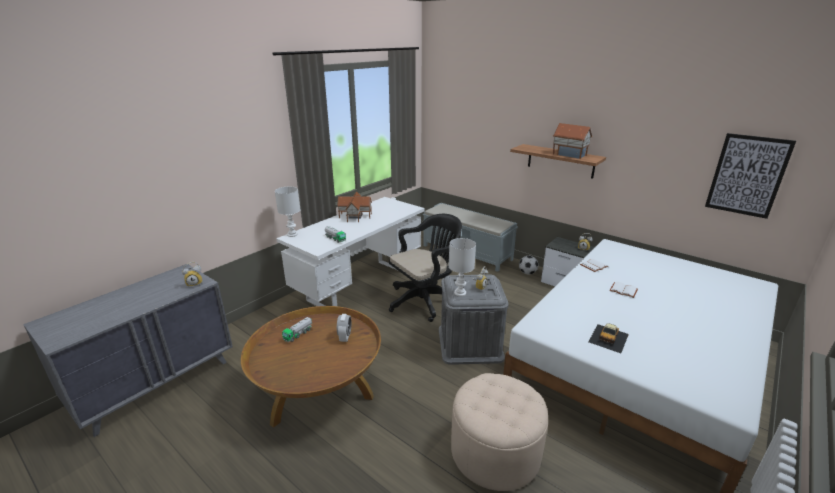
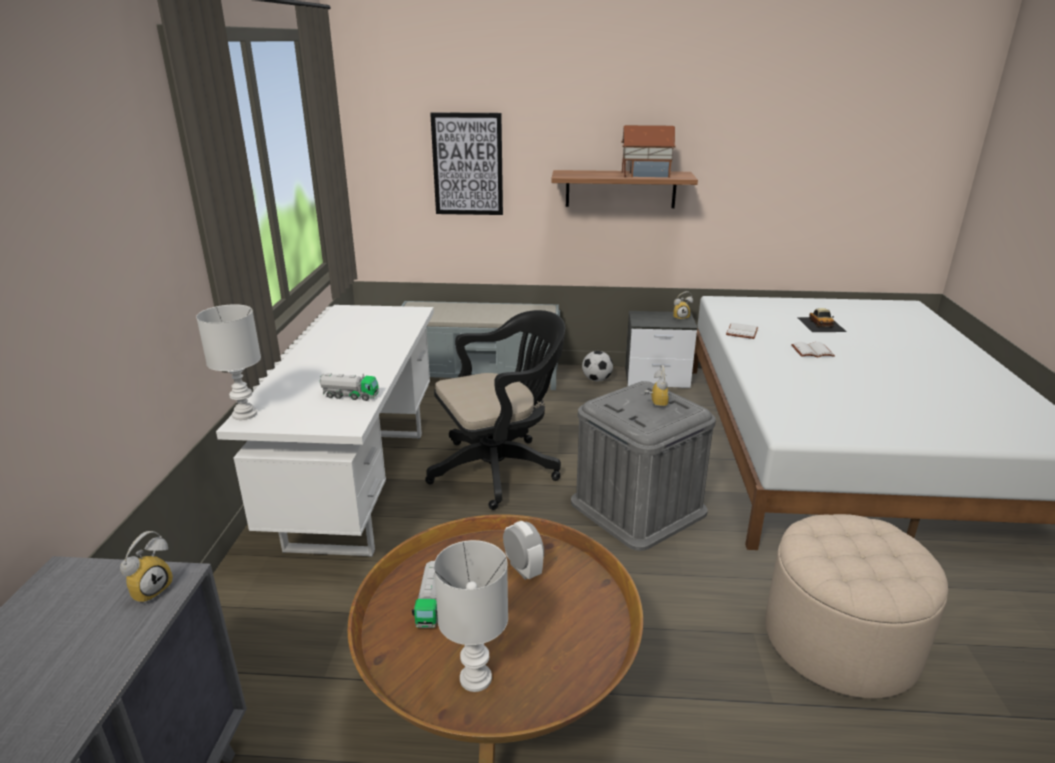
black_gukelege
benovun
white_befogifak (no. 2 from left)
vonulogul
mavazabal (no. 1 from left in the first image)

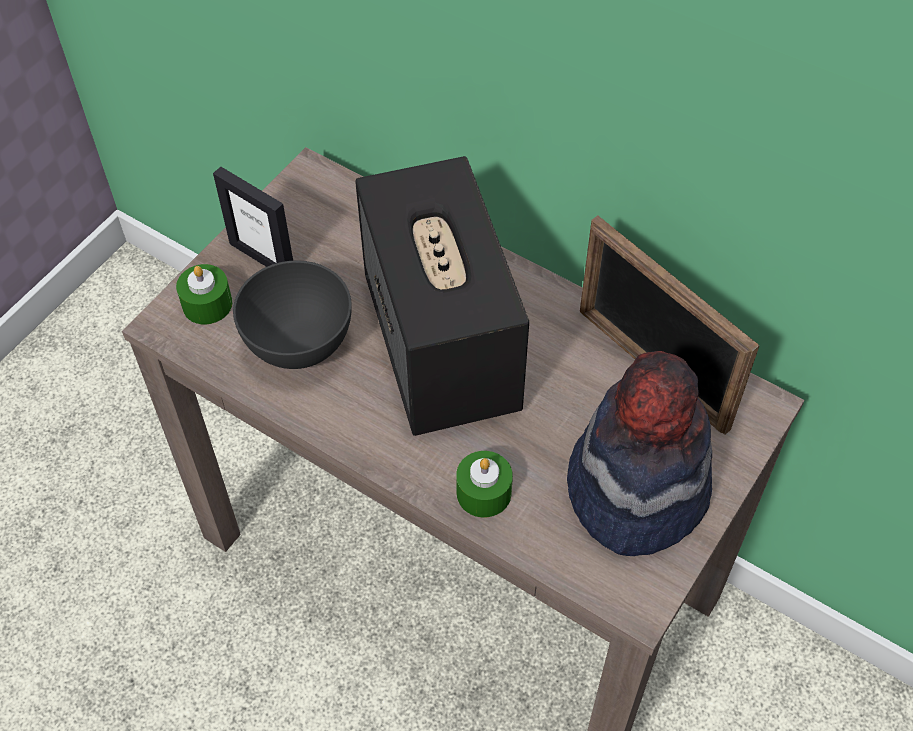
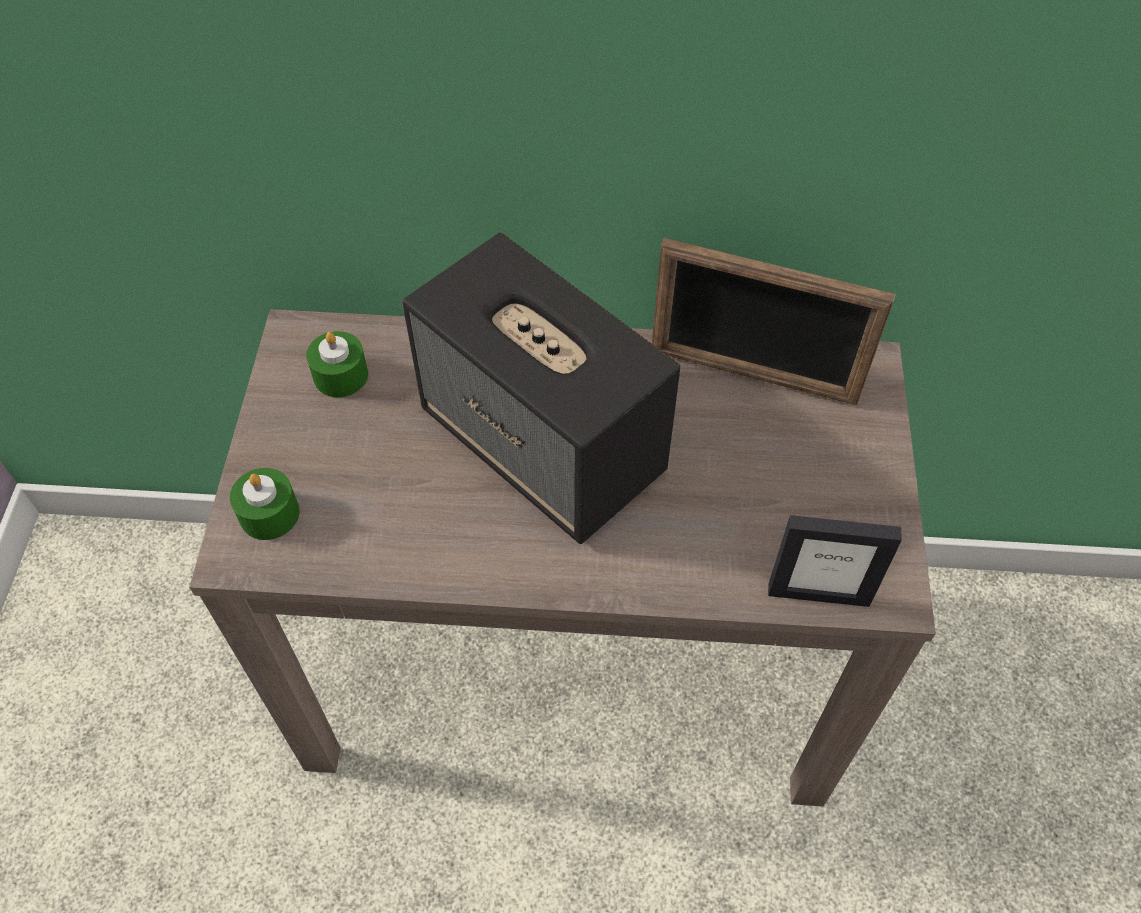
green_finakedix (no. 2 from left)
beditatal (no. 2 from left)
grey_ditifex
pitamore

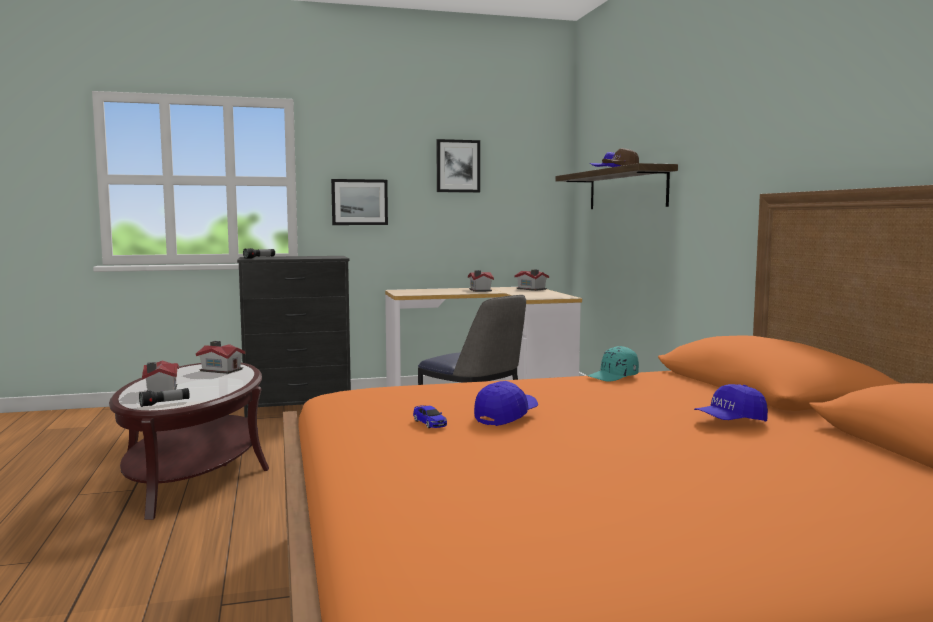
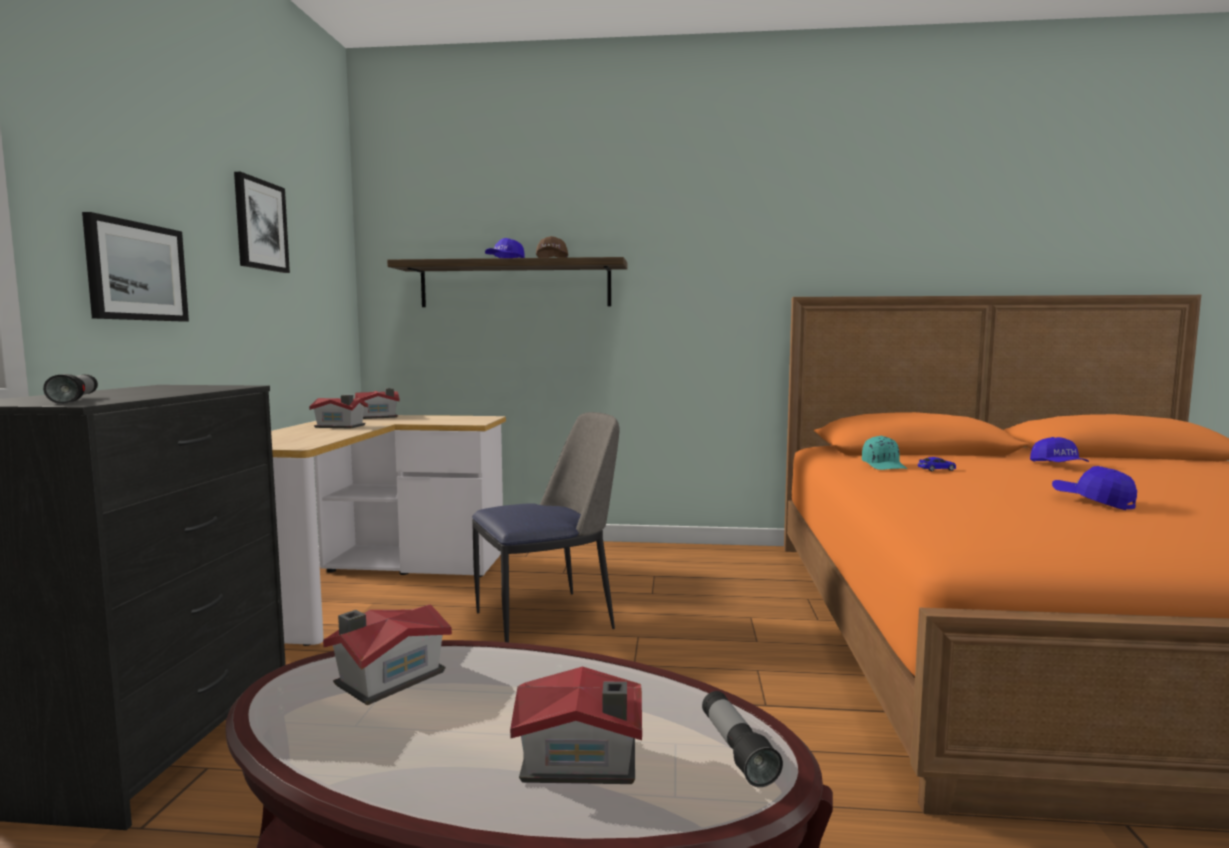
vonulogul

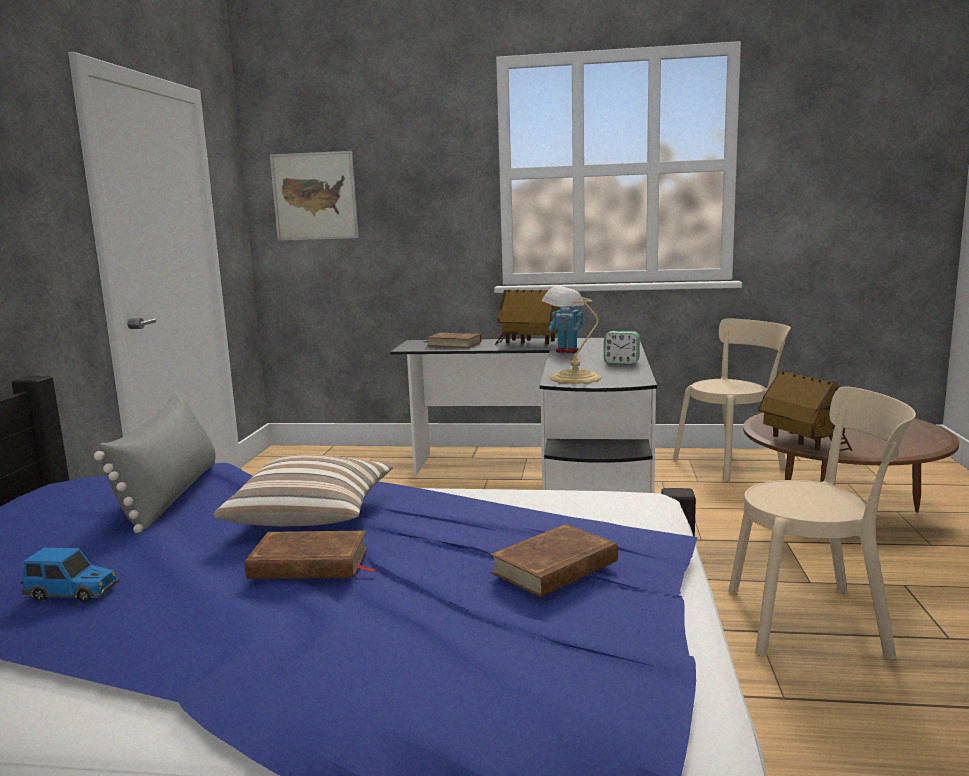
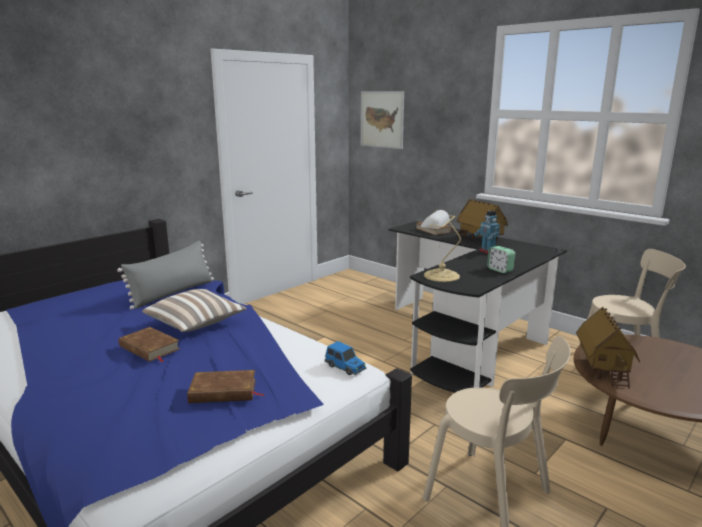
vonulogul

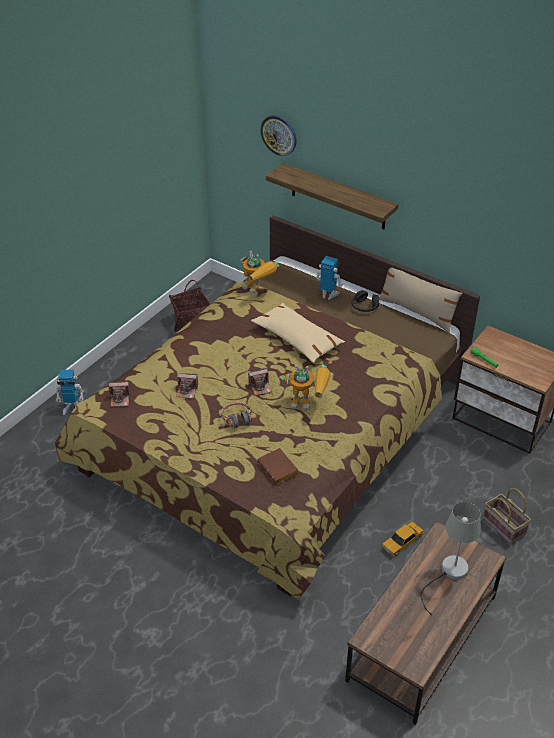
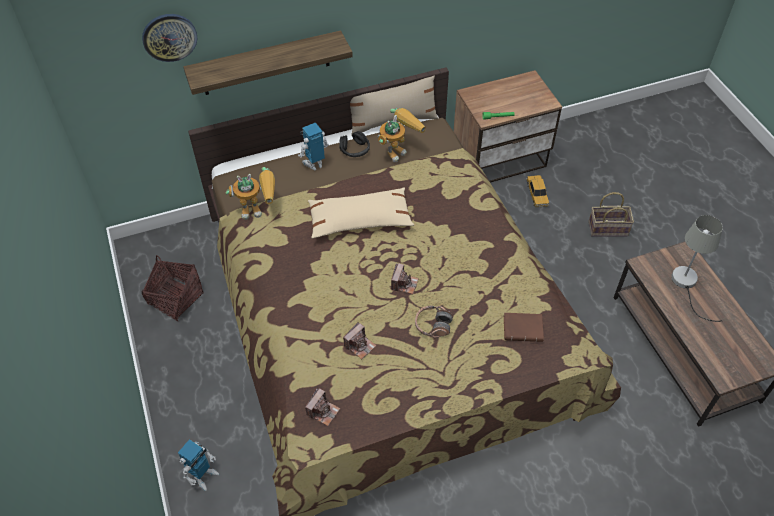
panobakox (no. 4 from left)
vonulogul

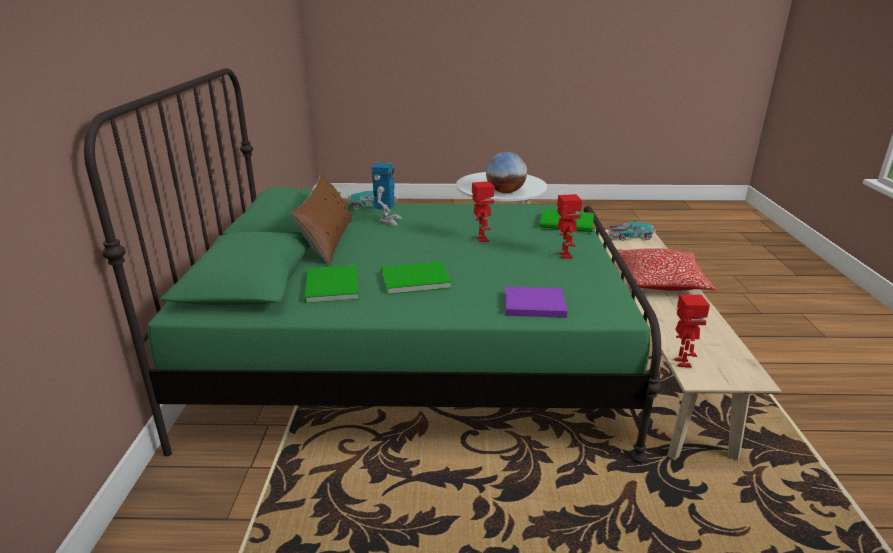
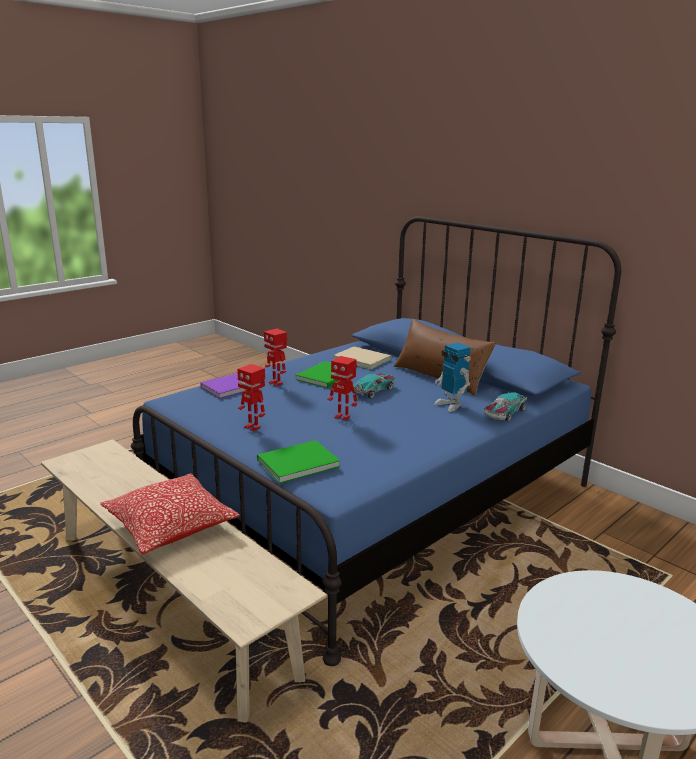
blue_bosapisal
panobakox (no. 2 from left)
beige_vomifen
vonulogul (no. 1 from left)
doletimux

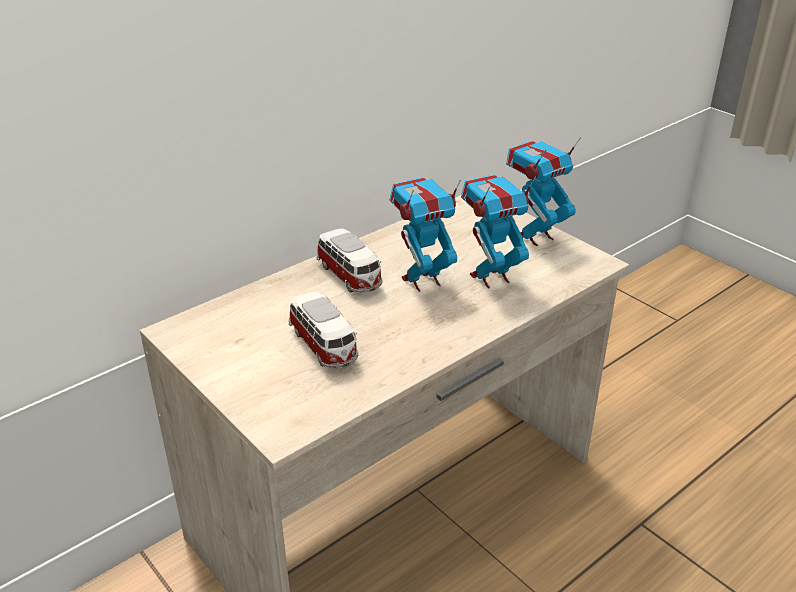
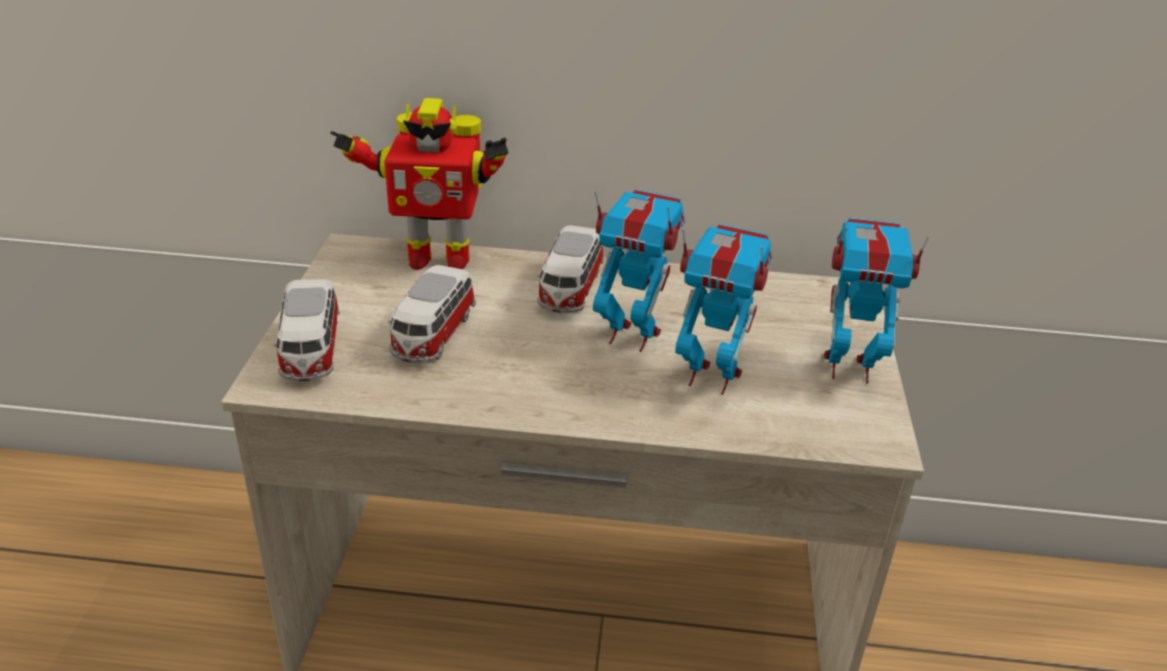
vonulogul (no. 1 from left)
panobakox (no. 1 from left)

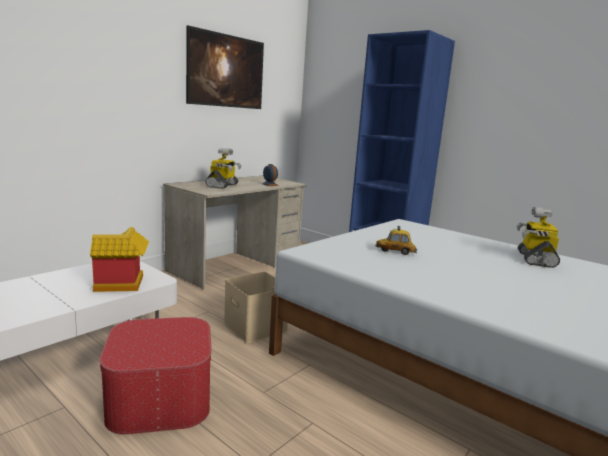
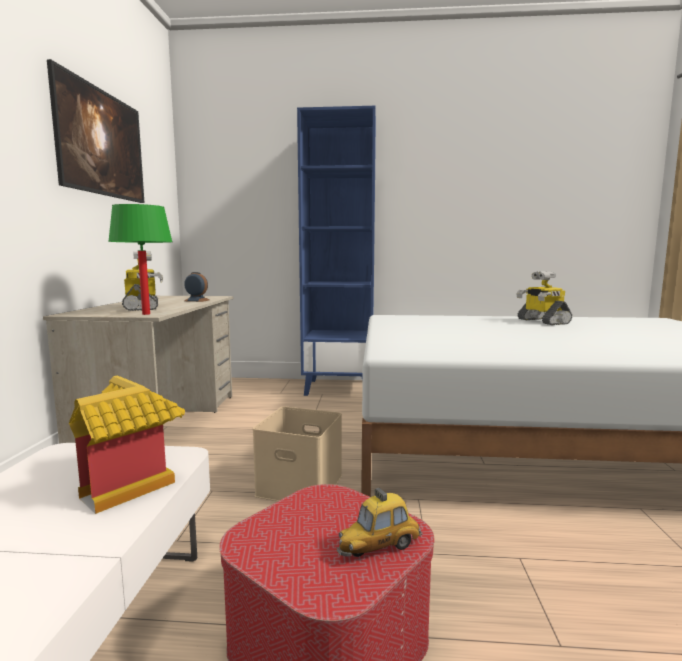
green_befogifak
vonulogul

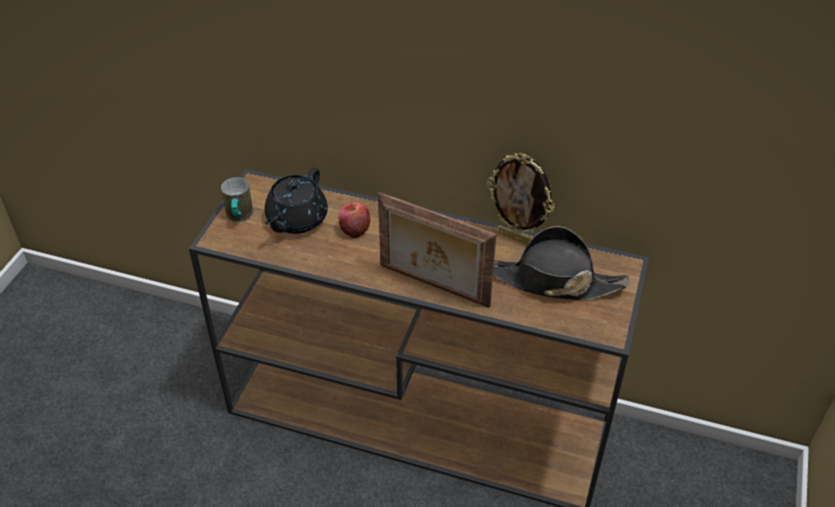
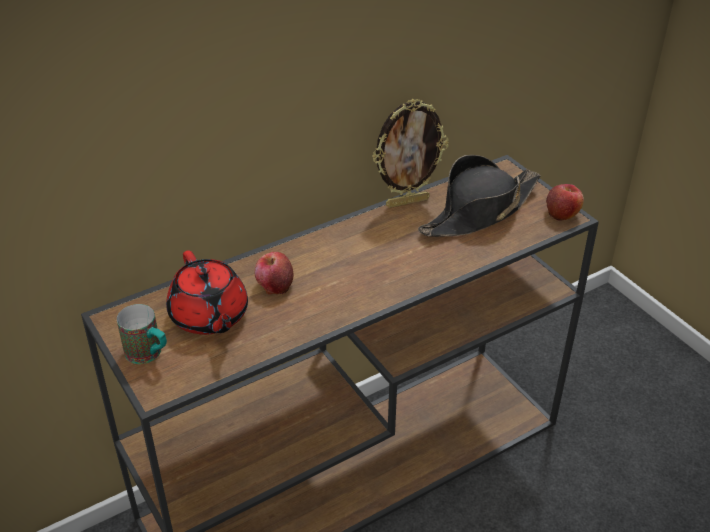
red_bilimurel
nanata (no. 2 from left)
beditatal (no. 1 from left in the first image)

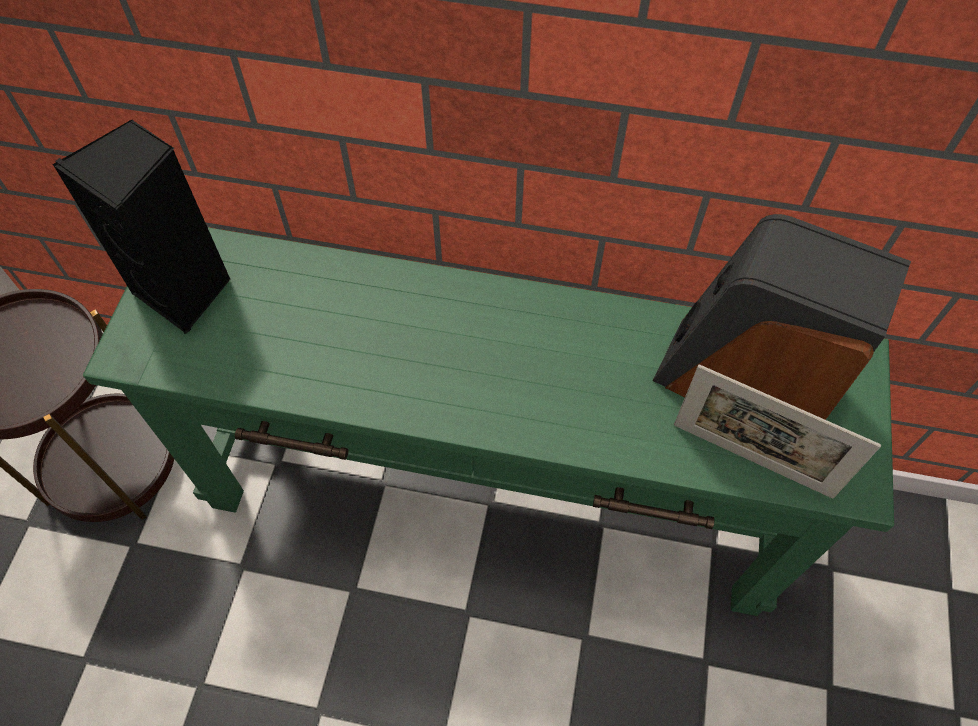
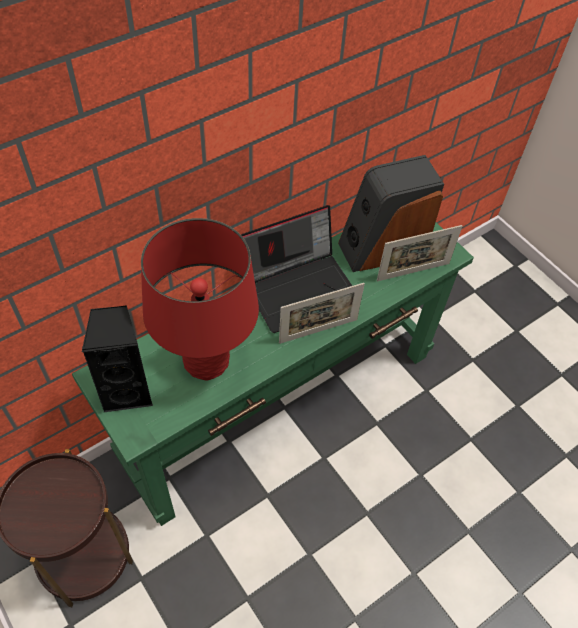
red_befogifak
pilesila
beditatal (no. 1 from left)

